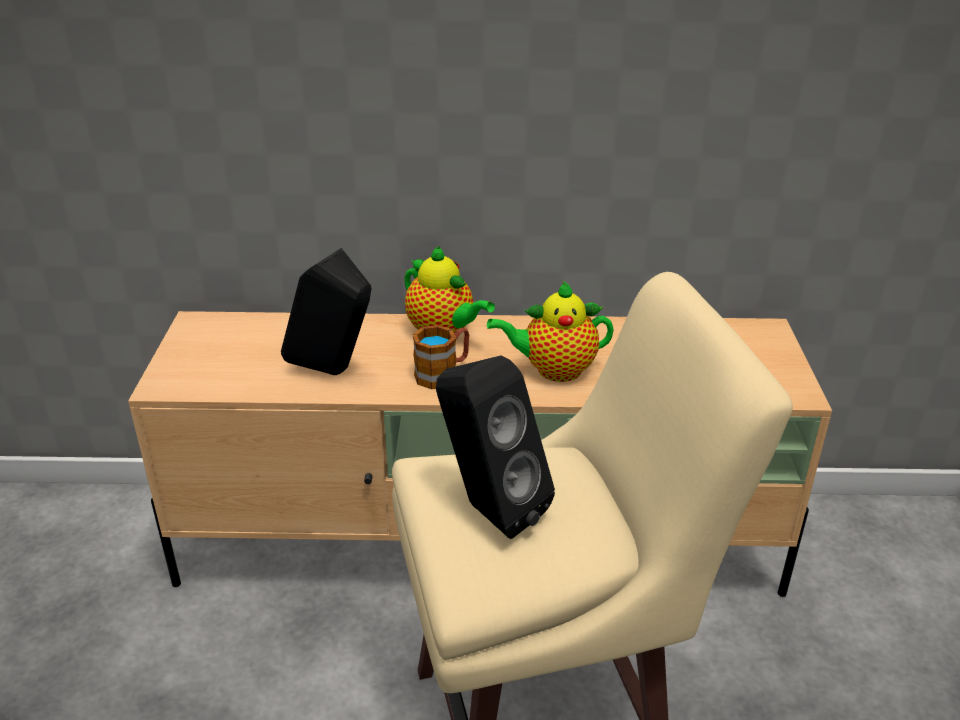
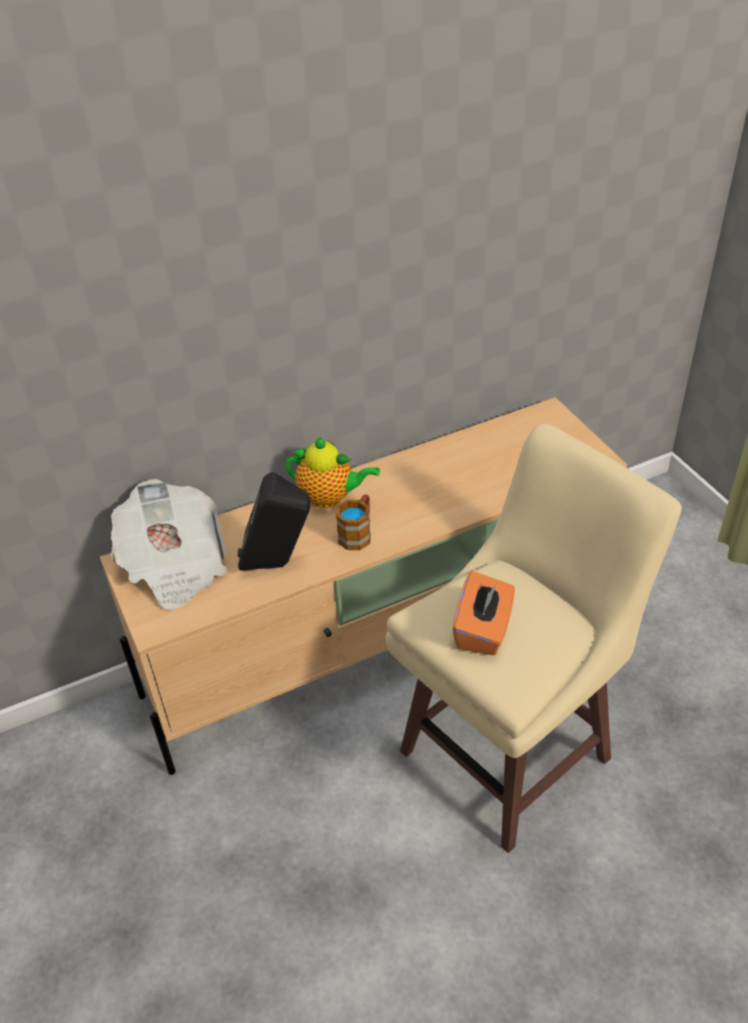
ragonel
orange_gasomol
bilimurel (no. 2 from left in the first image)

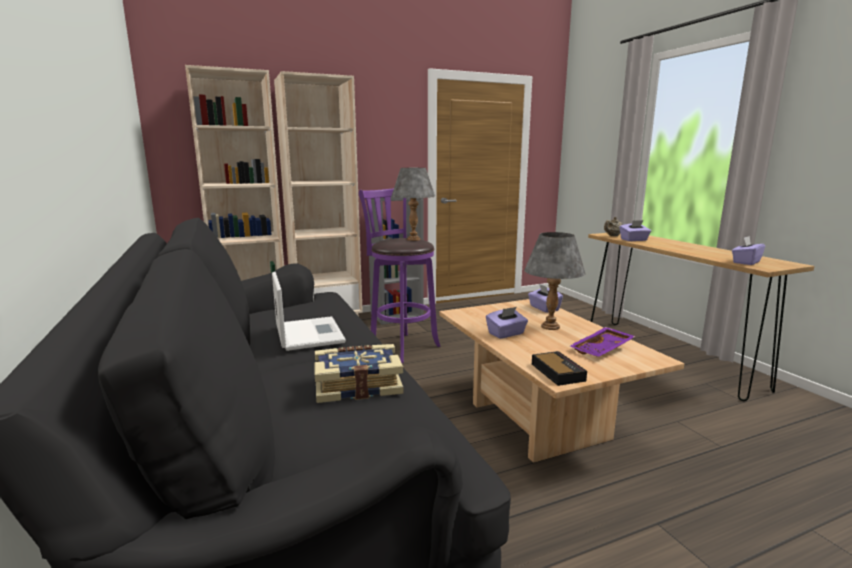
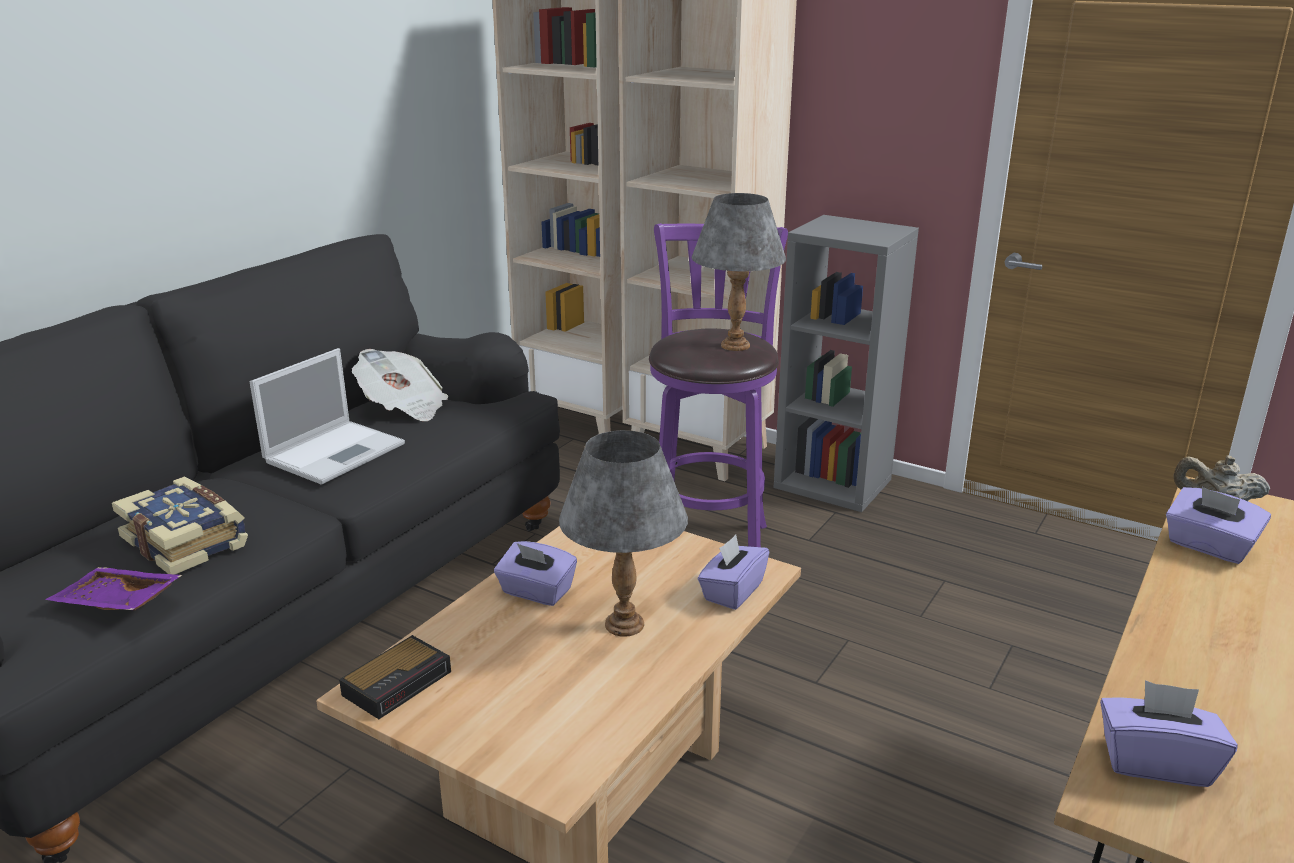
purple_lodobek
ragonel

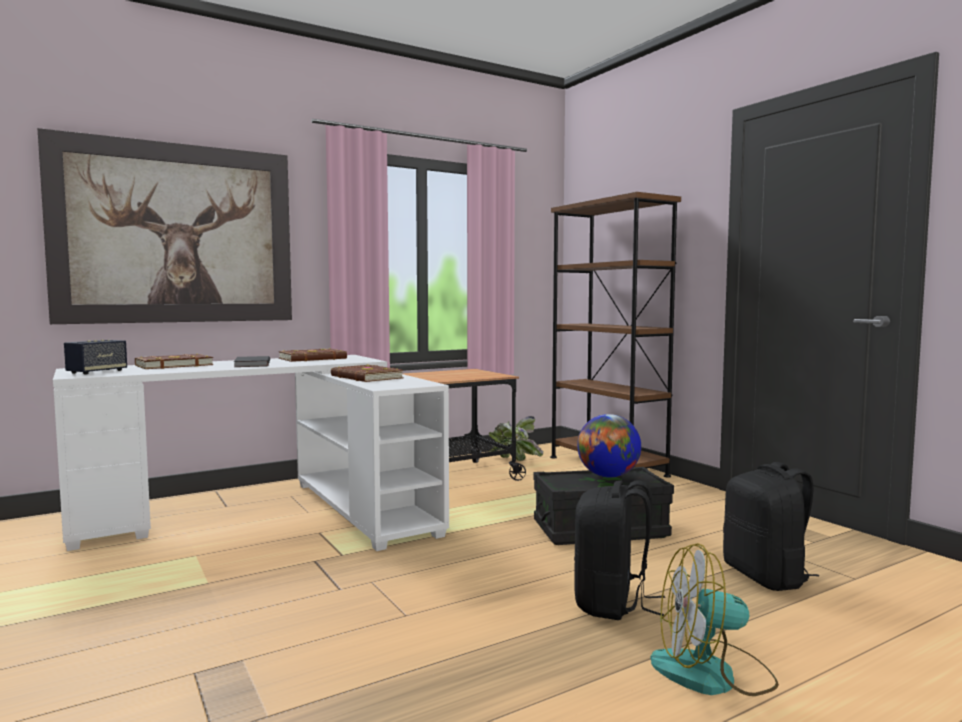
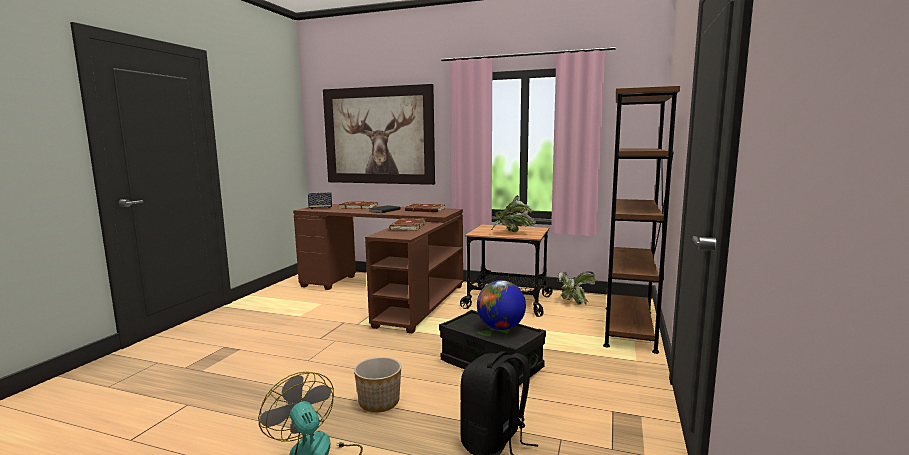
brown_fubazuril
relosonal
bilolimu (no. 1 from left)

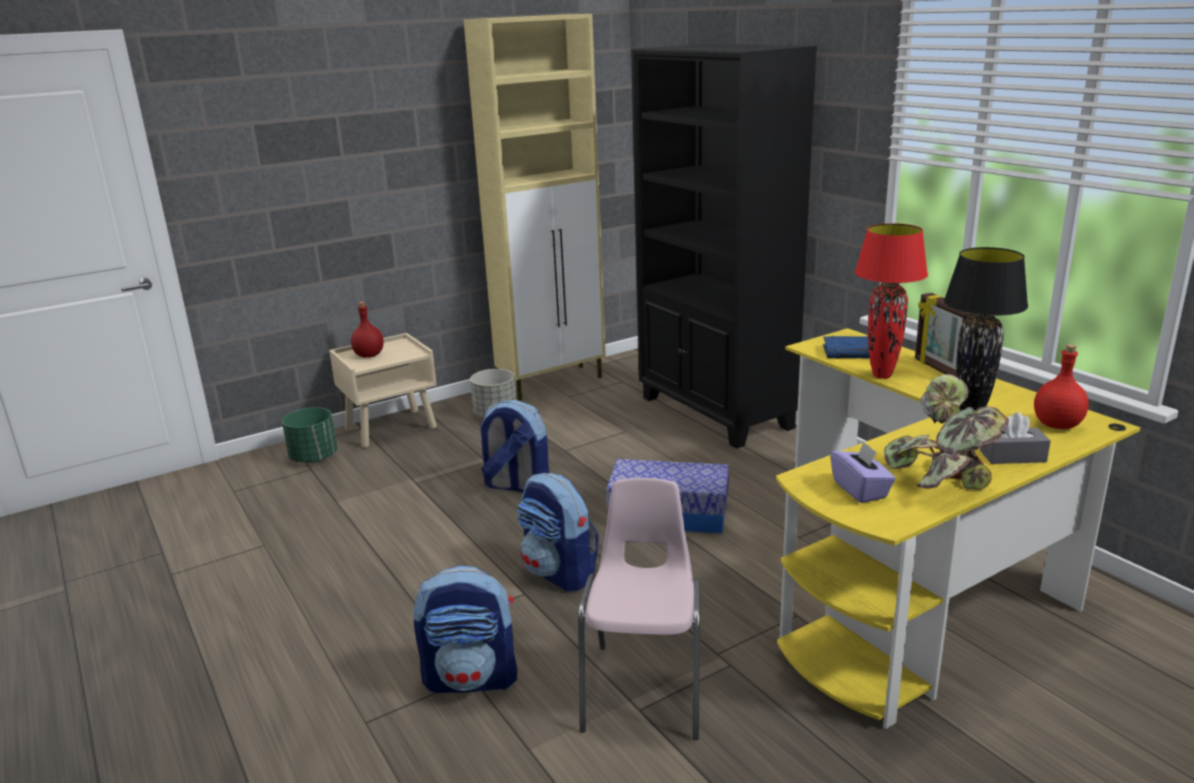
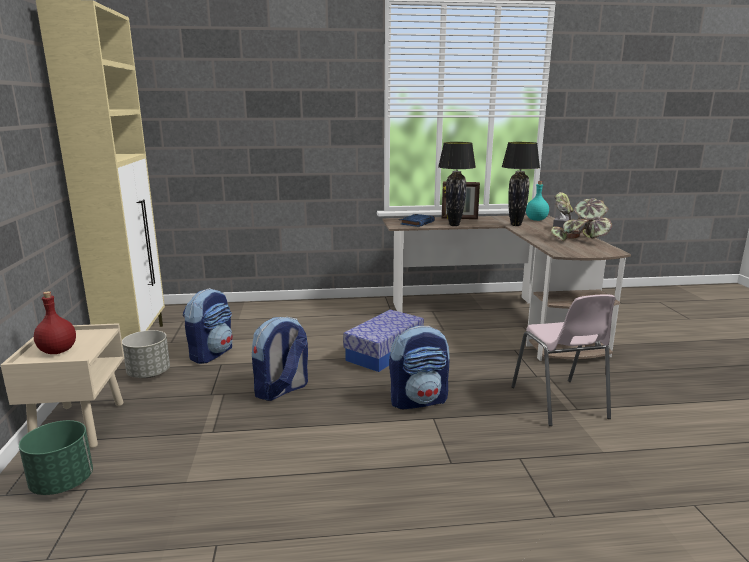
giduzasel (no. 1 from left)
brown_fubazuril
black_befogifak (no. 1 from left)
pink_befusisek
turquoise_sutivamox
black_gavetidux
purple_gasomol

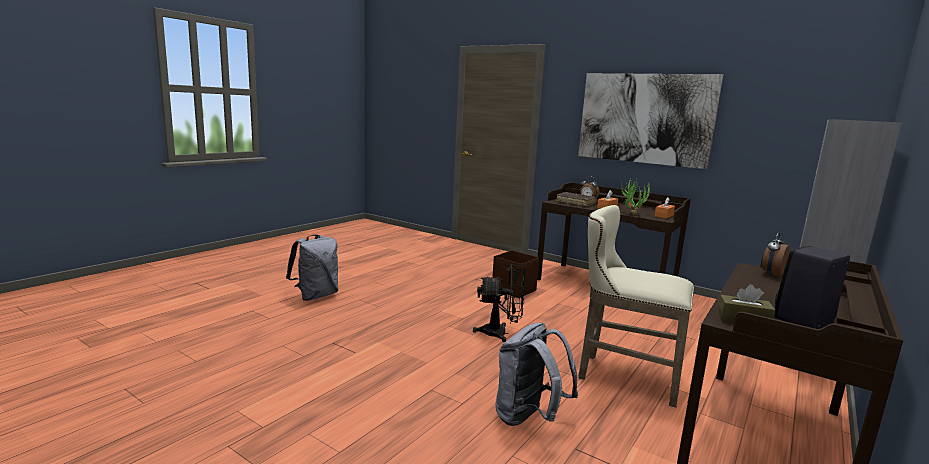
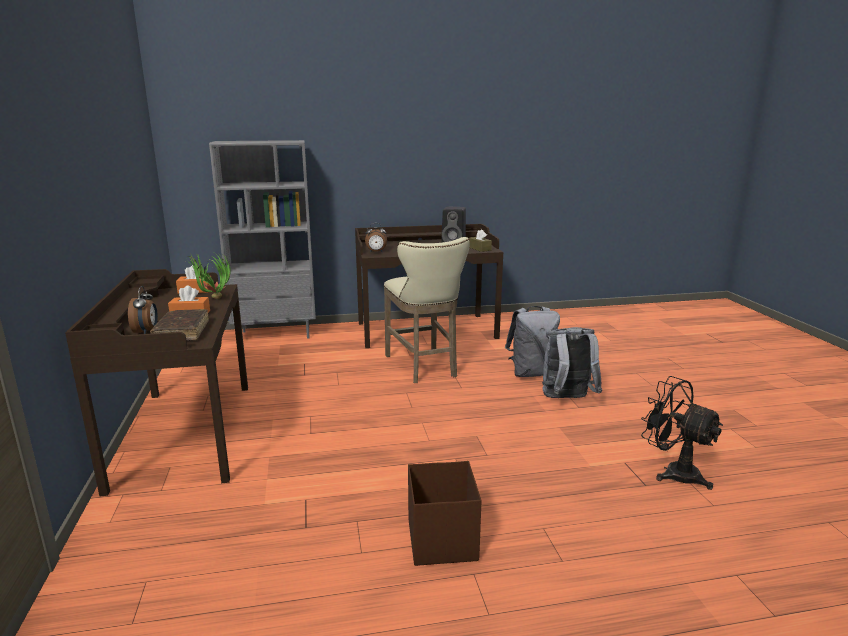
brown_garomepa
grey_giduzasel (no. 2 from left)
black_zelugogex
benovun

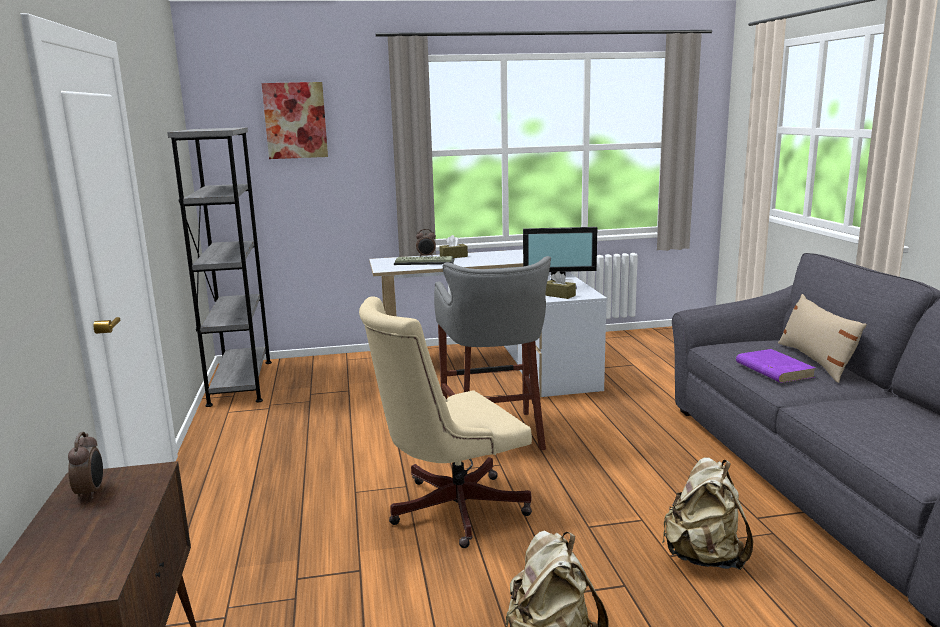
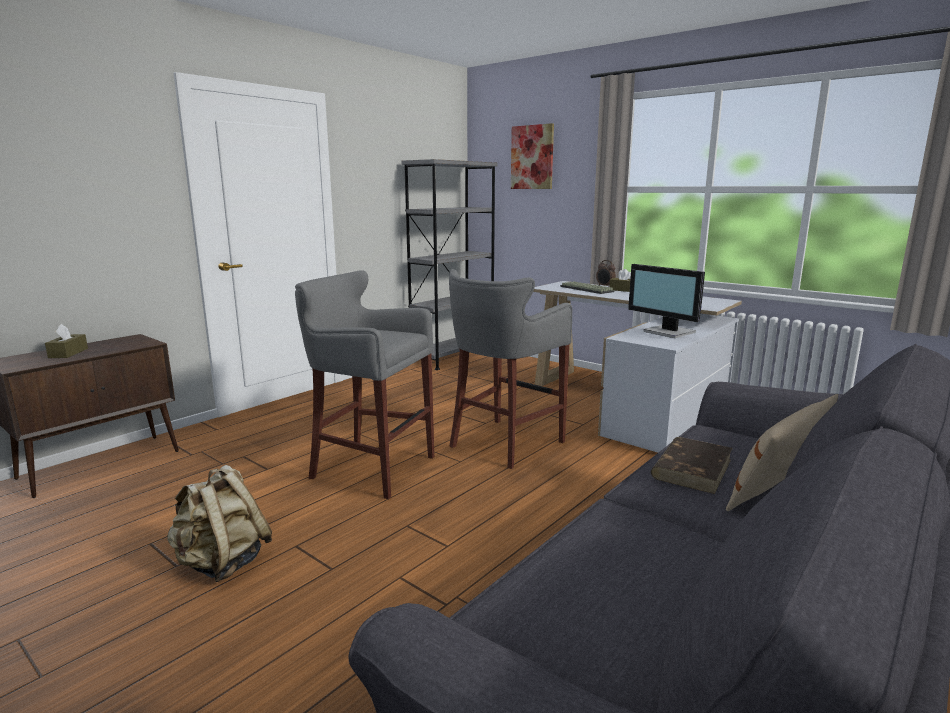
brown_gasomol (no. 1 from left)
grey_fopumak (no. 1 from left)
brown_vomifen
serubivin (no. 1 from left in the first image)
beige_giduzasel (no. 2 from left in the first image)

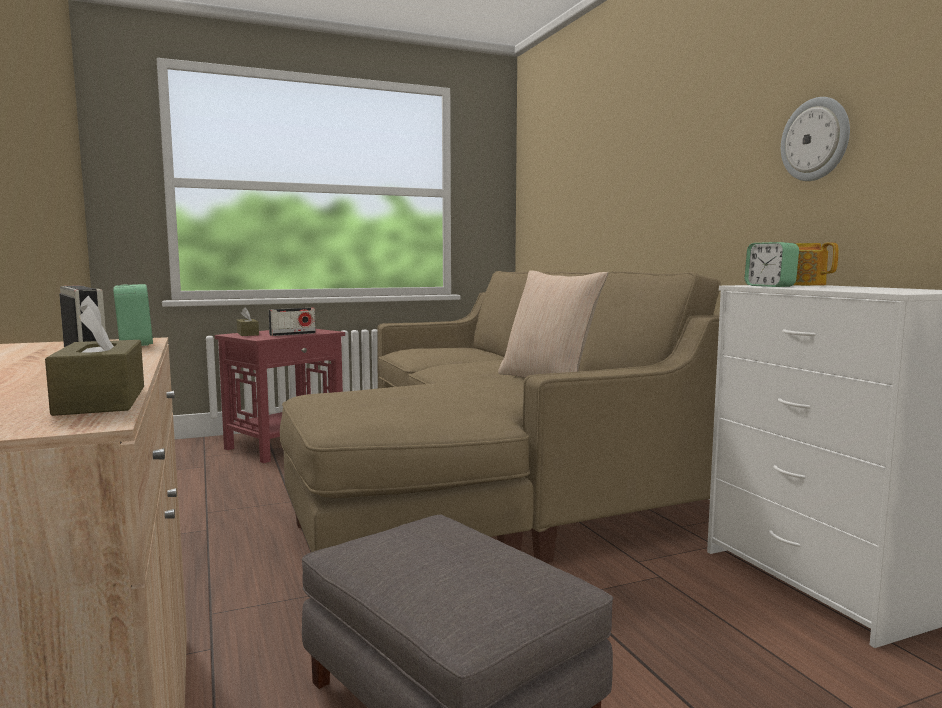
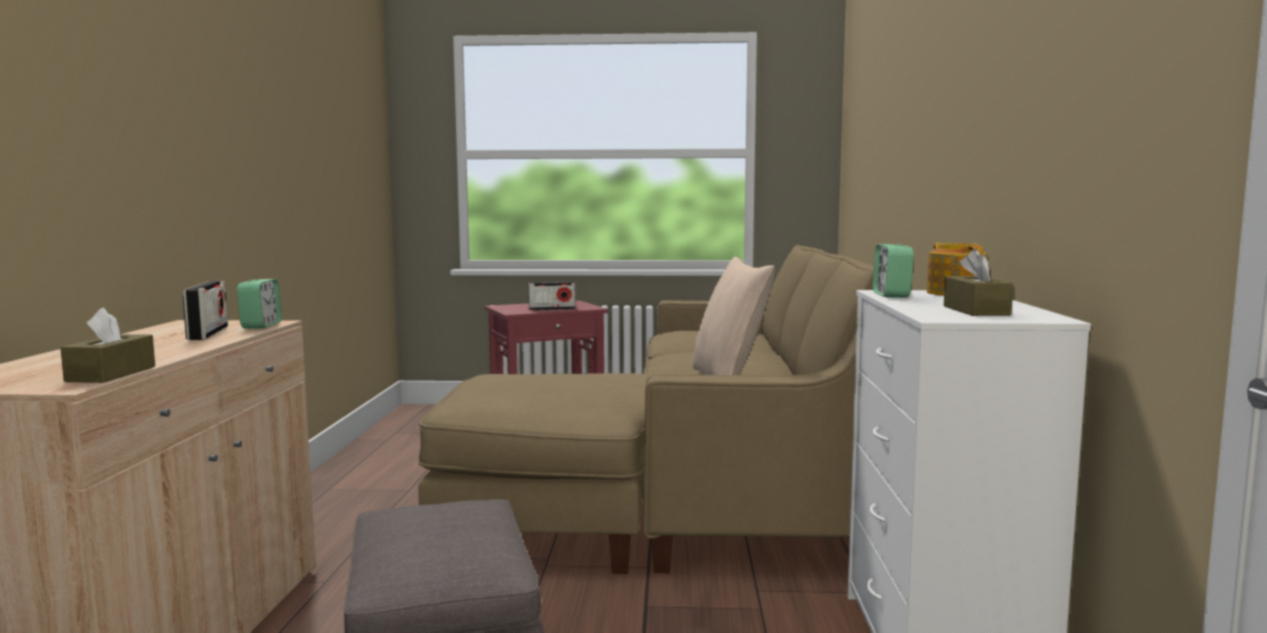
brown_gasomol (no. 2 from left)
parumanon

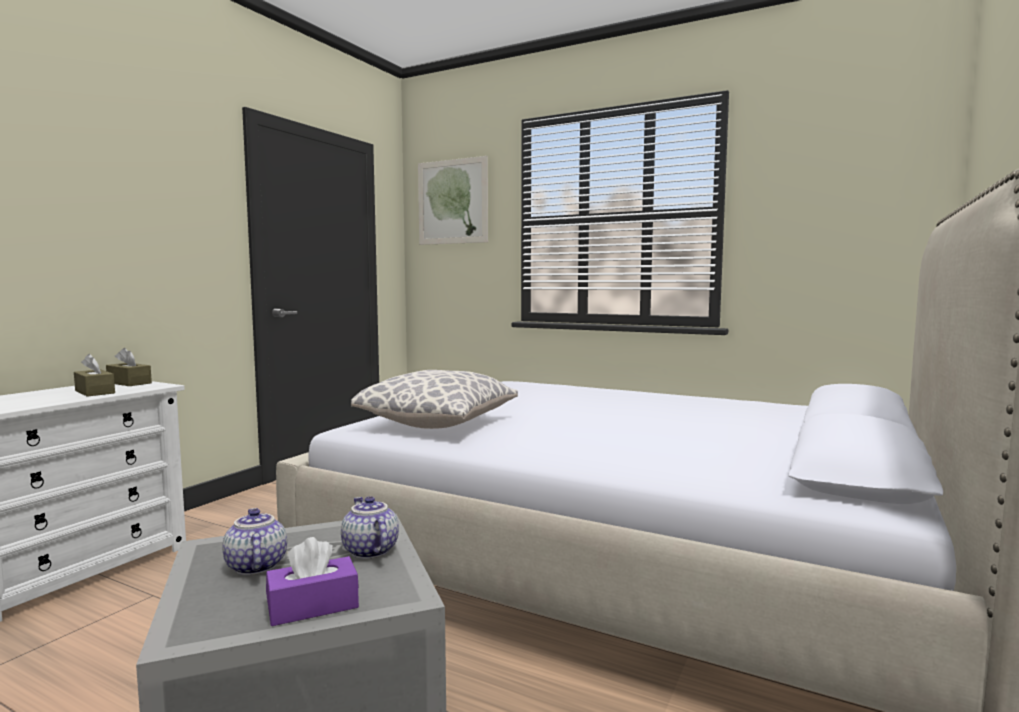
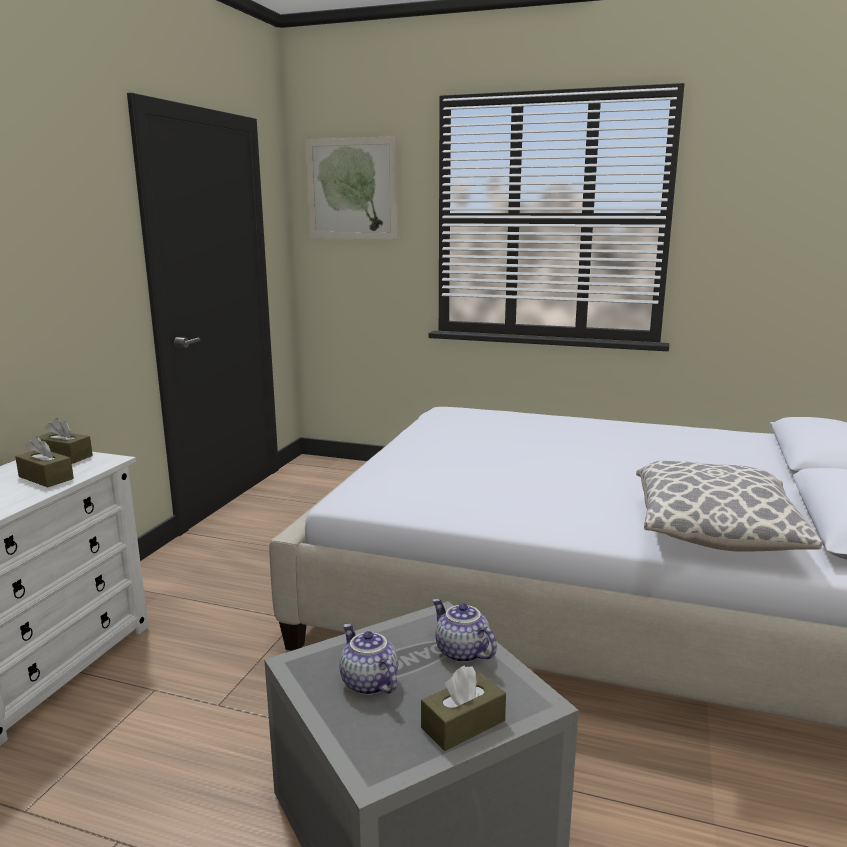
brown_gasomol (no. 3 from left)
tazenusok

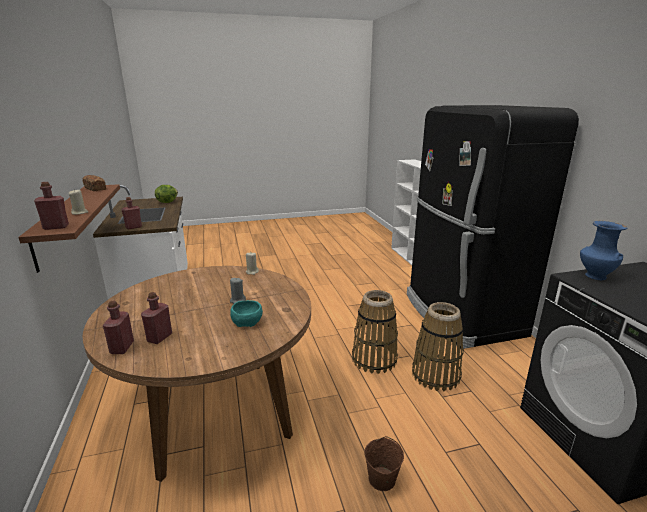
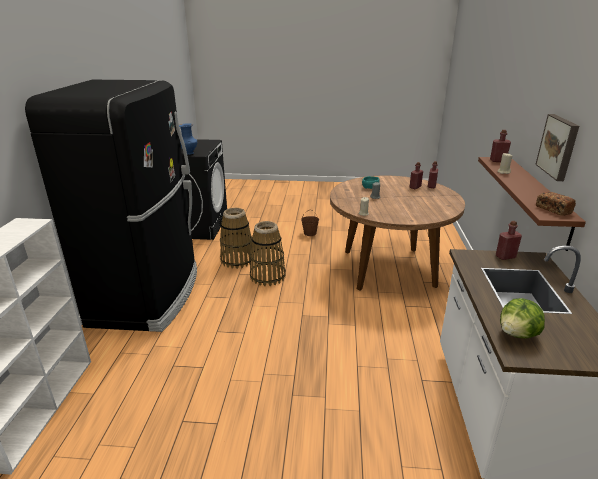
benovun

